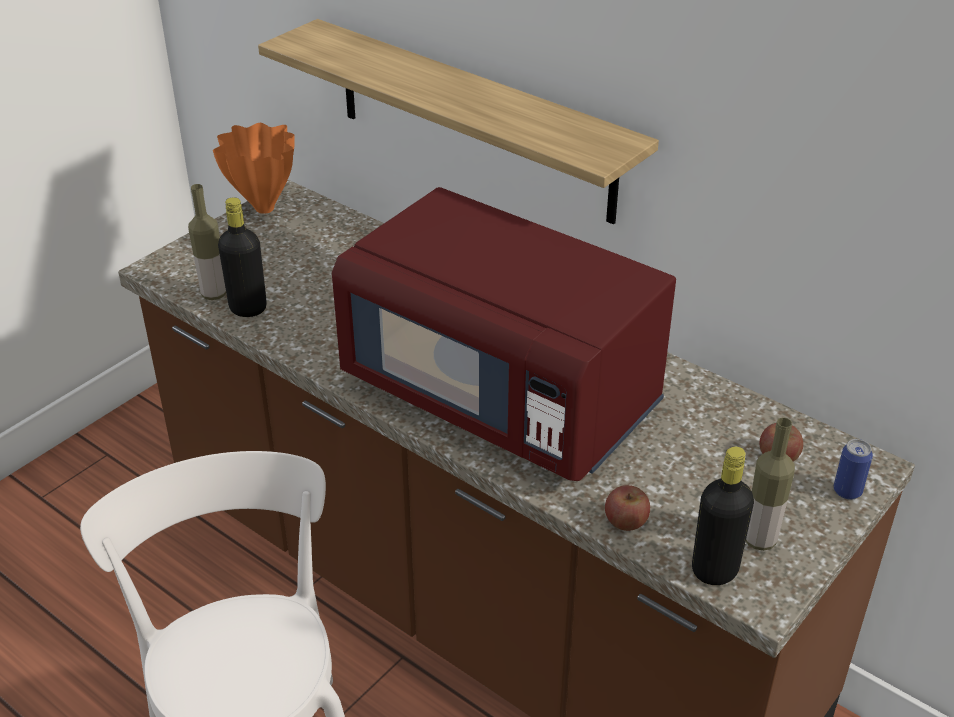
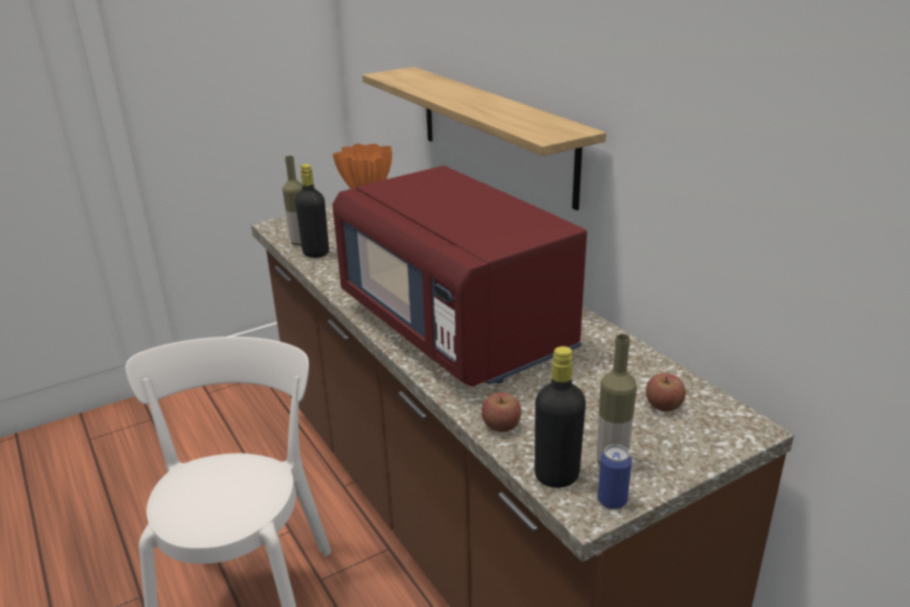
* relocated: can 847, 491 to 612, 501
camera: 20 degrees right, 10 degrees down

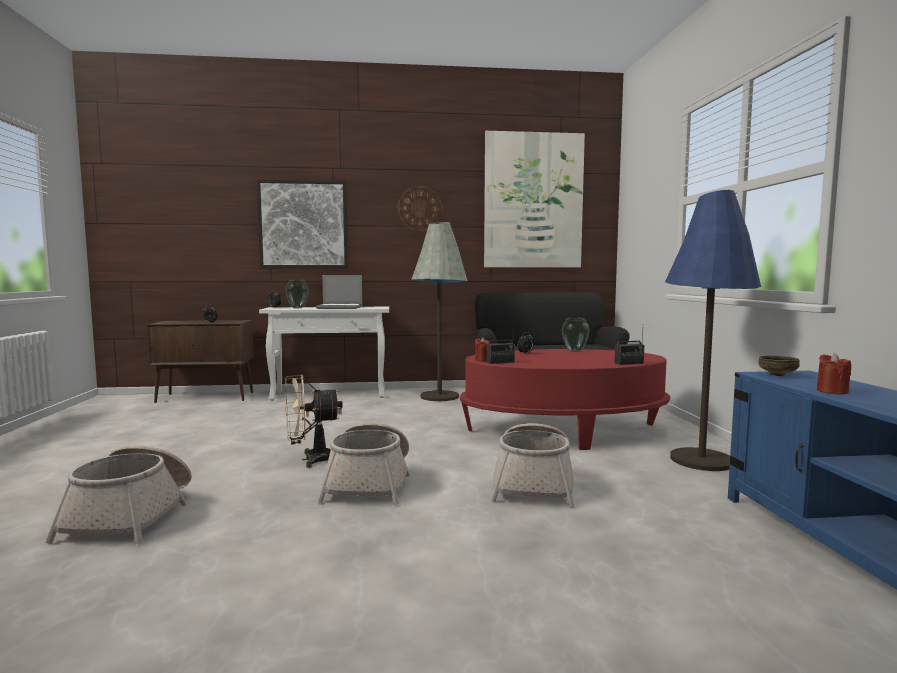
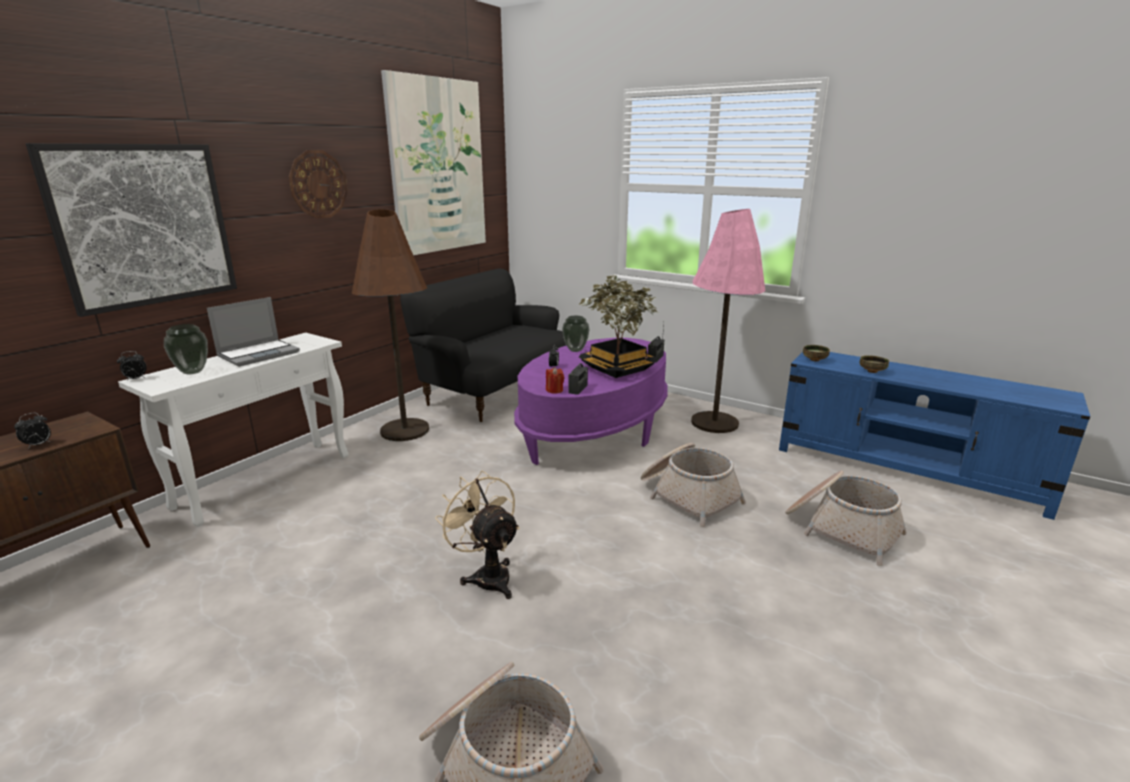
* appeared: potted_plant 617, 369
* relocated: household_basket 369, 483 to 841, 529
* exchanged: reddish_candle 832, 391 to bowl 872, 371
* colour: greyish_standard_lamp 439, 396 to brown-coloured_standard_lamp 404, 430
* colour: reddish_coffee_table 563, 430 to purplish_coffee_table 594, 430
* colour: bluish_standard_lamp 701, 460 to pinkish_standard_lamp 714, 423
* spun: beige-coloured_cooling_fan 311, 459 = 487, 575 120 degrees clockwise
camera: 50 degrees left, 15 degrees up

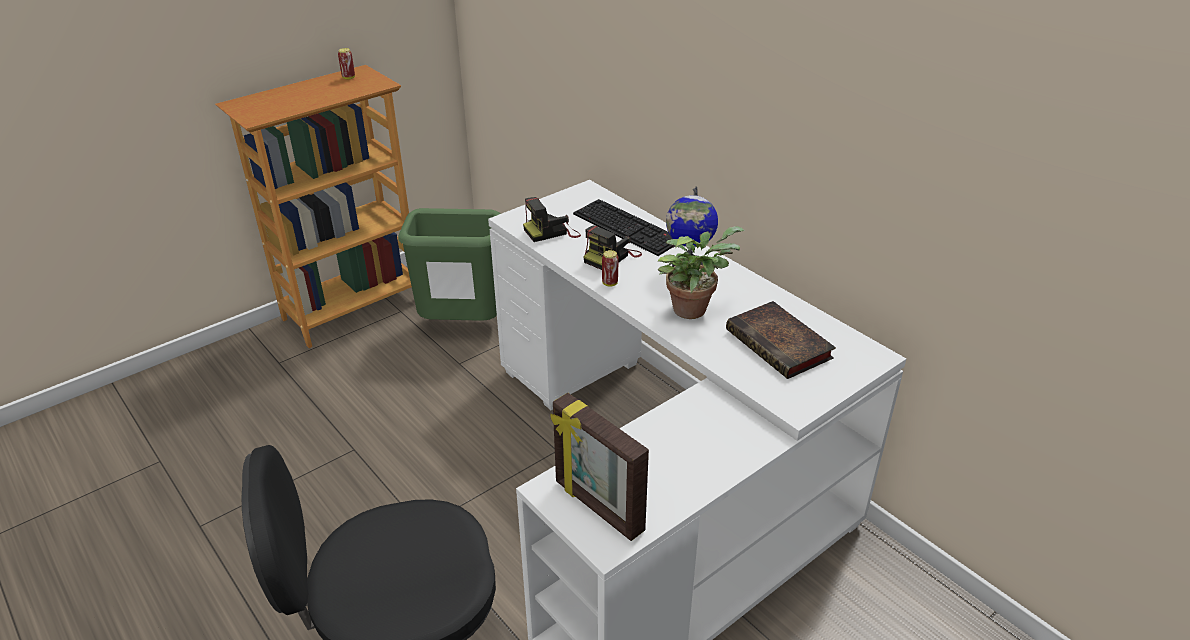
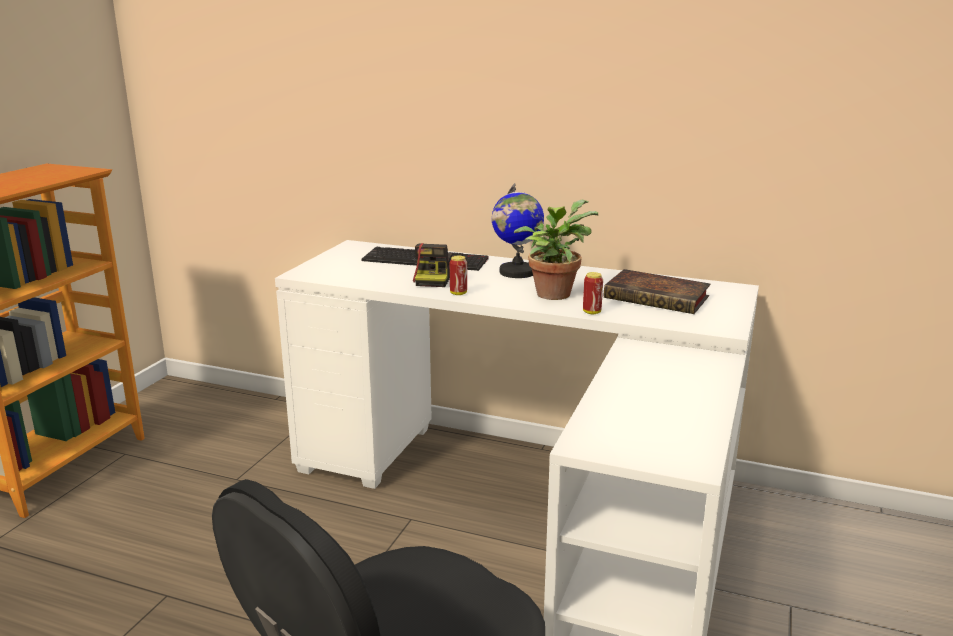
* missing: green_waste_bin 462, 327
* missing: still_camera 552, 232
* missing: picture_frame 597, 507
* relocated: can 348, 78 to 591, 312
camera: 30 degrees left, 15 degrees down

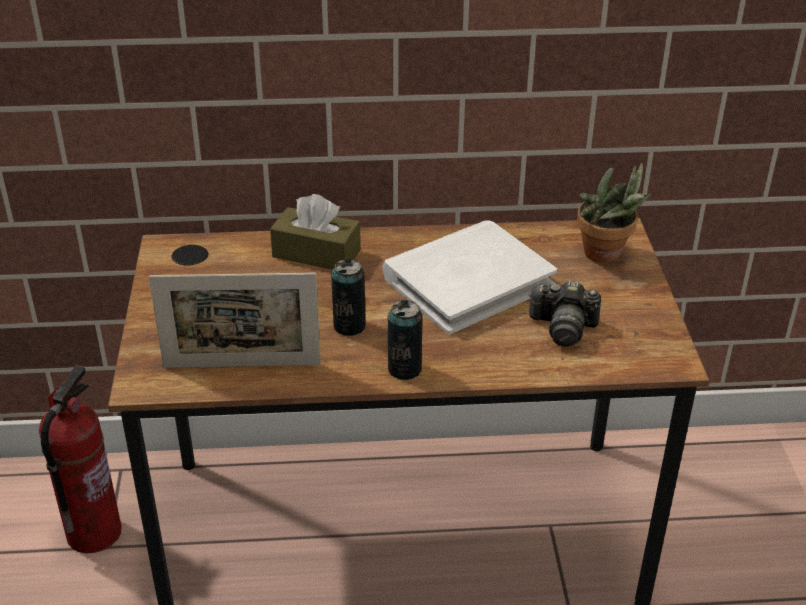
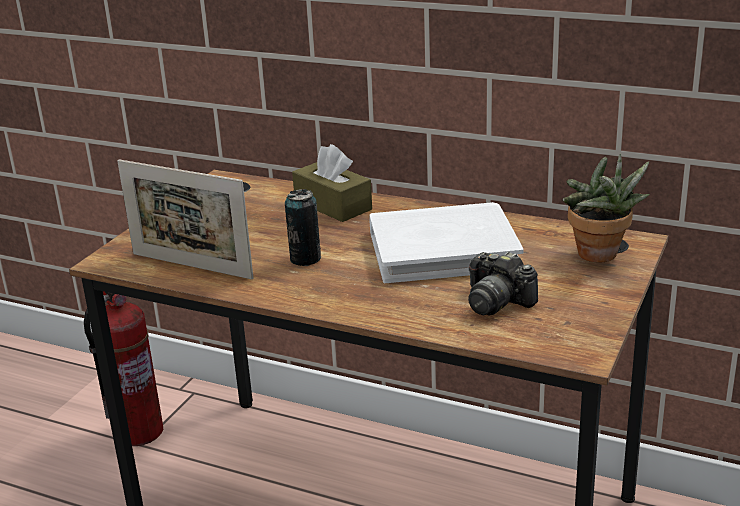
* missing: can 404, 369
camera: 30 degrees right, 10 degrees down

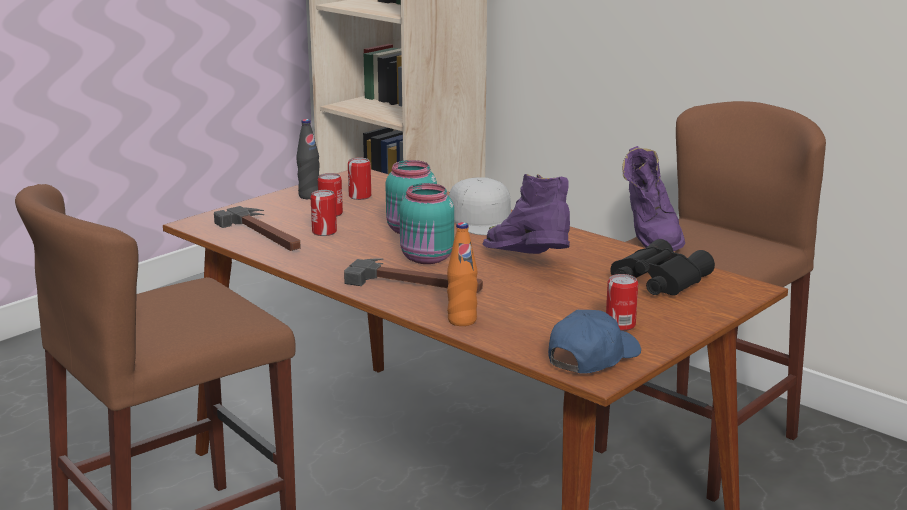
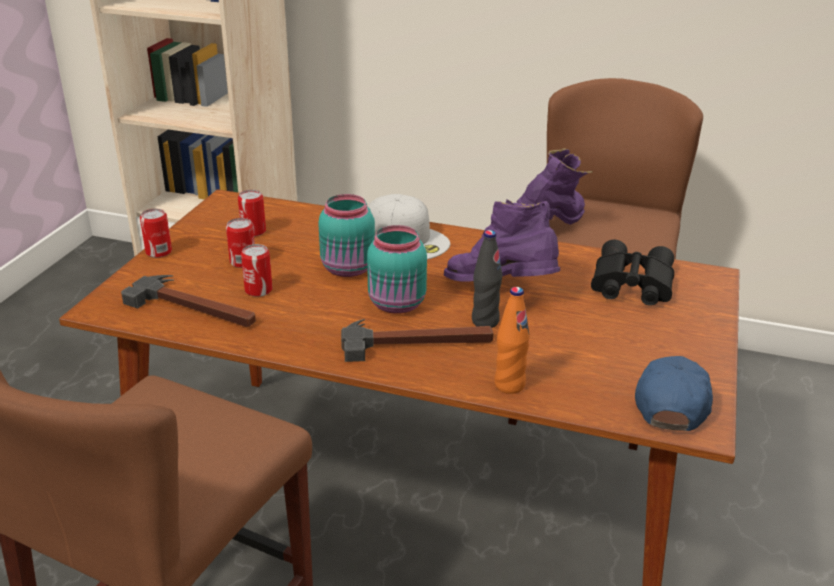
* relocated: black-coloured_bottle 309, 196 to 485, 321
* relocated: can 620, 325 to 158, 252
* spun: purplish_high-top_boot 650, 238 = 553, 226 105 degrees counterclockwise
camera: 25 degrees left, 10 degrees up

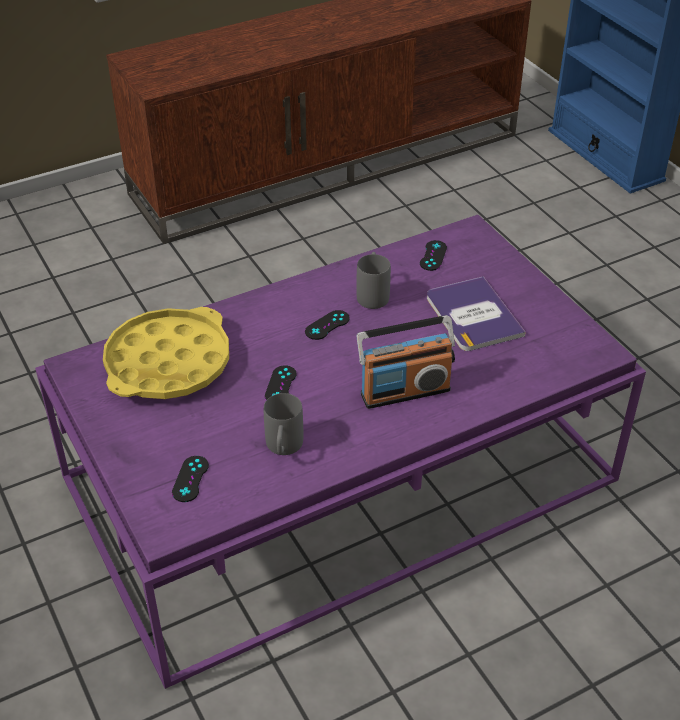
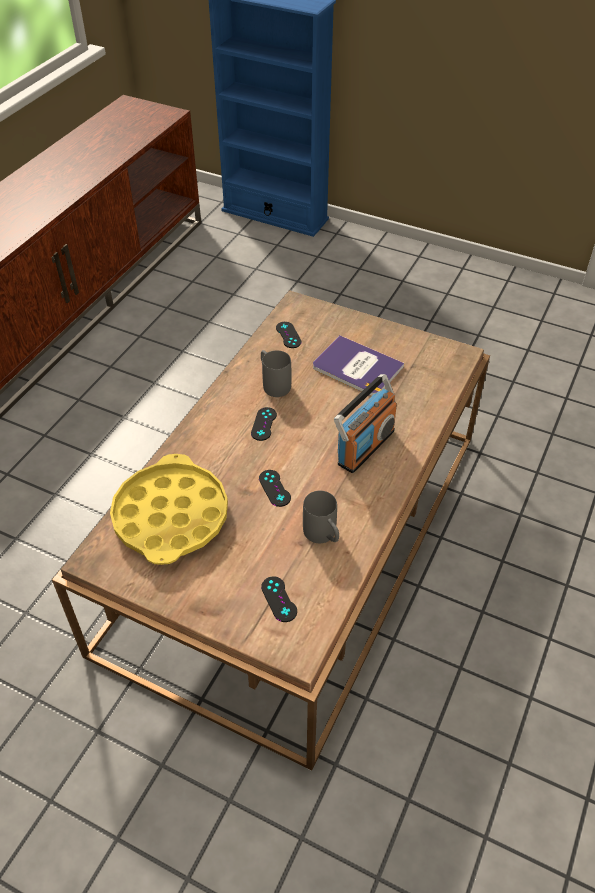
* colour: purplish_coffee_table 341, 478 to brown-coloured_coffee_table 297, 536
camera: 35 degrees left, 5 degrees up

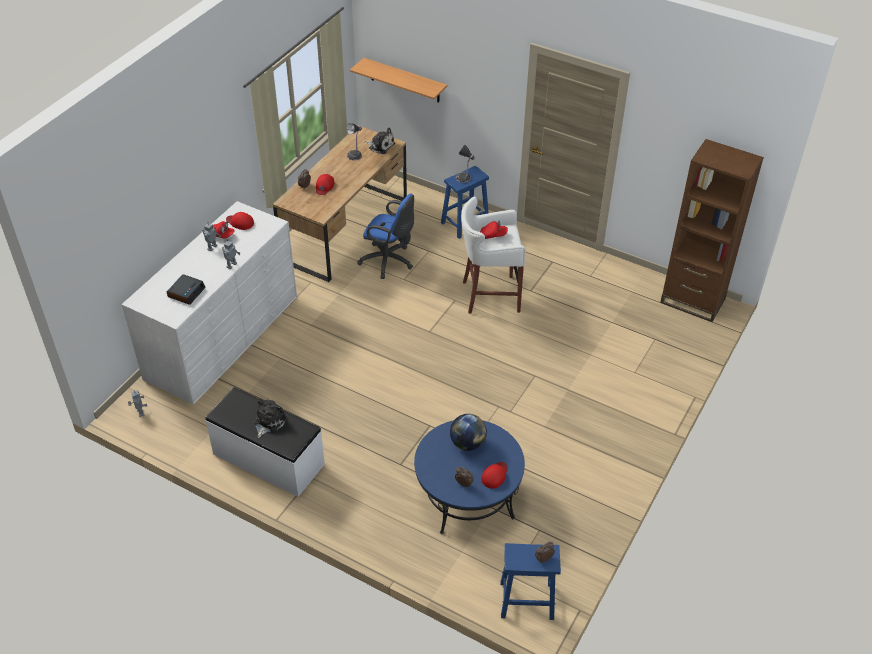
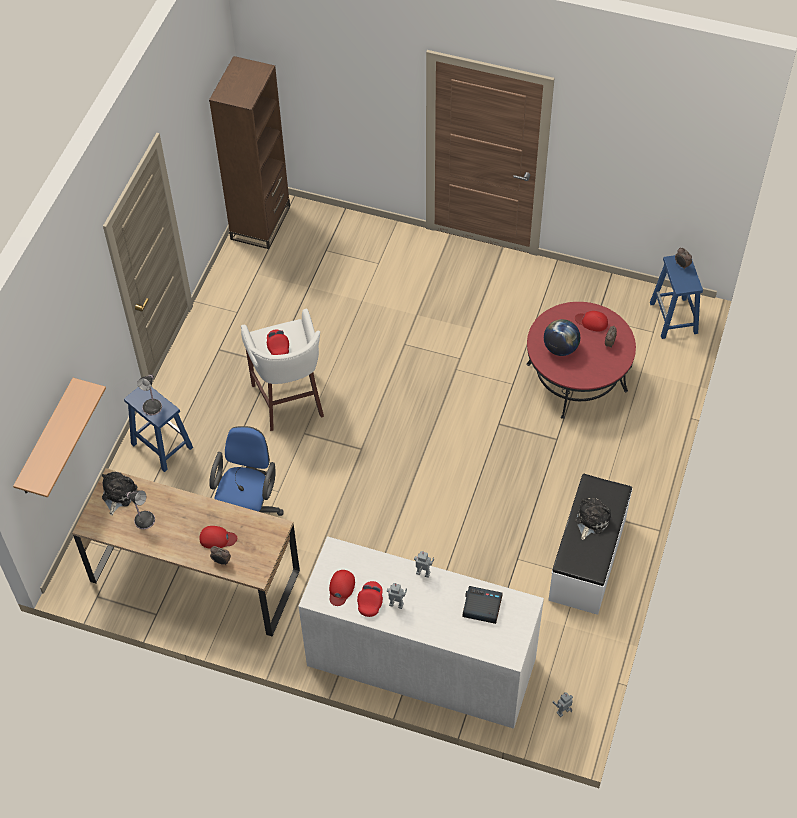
* colour: bluish_coffee_table 467, 495 to reddish_coffee_table 576, 377
* spun: cuddly_toy 269, 422 = 591, 521 105 degrees clockwise
camera: 100 degrees left, 10 degrees up

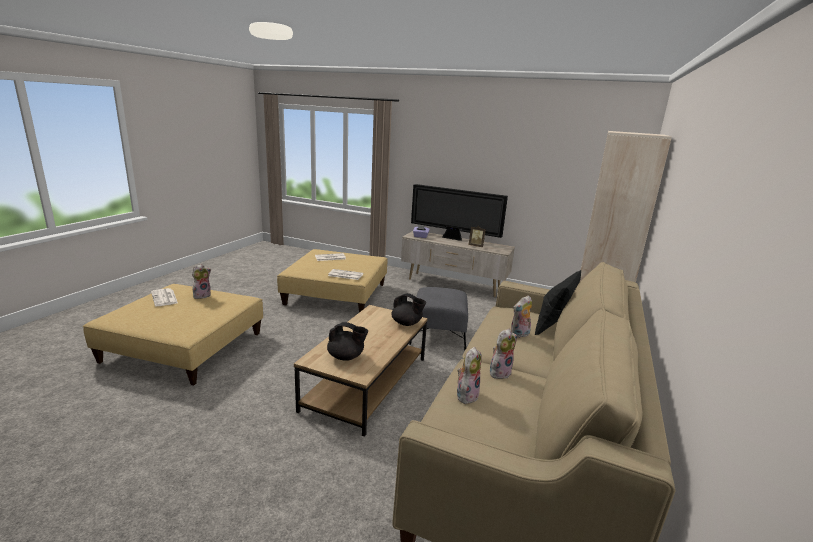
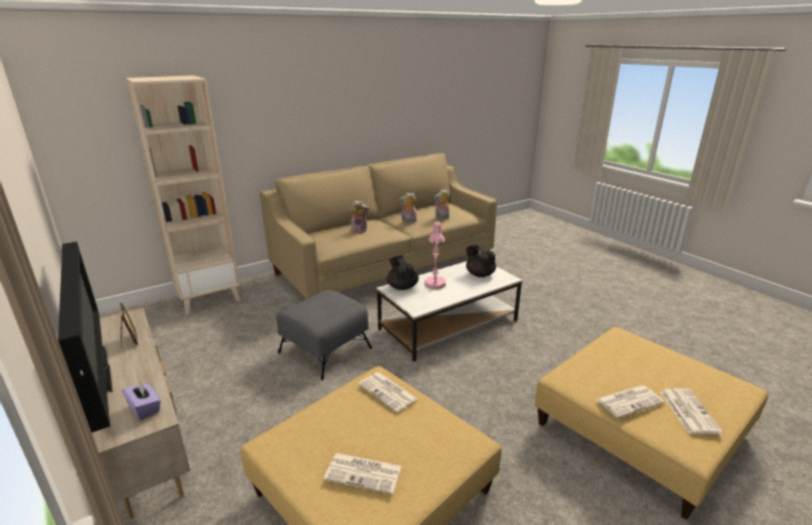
* missing: black-coloured_pillow 553, 327
* appeared: pinkish_table_lamp 435, 282
* exchanged: cuddly_toy 202, 295 to daily_paper 629, 401
* colour: brown-coloured_coffee_table 367, 383 to white_coffee_table 448, 324
camera: 145 degrees left, 5 degrees up

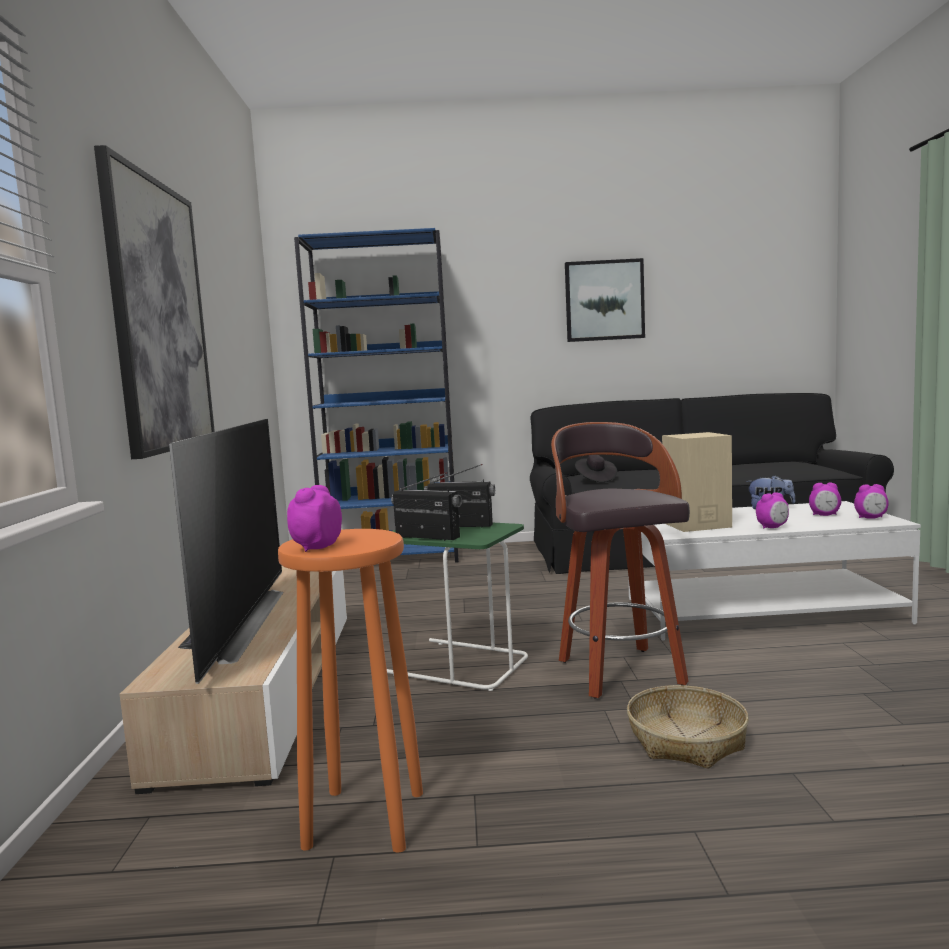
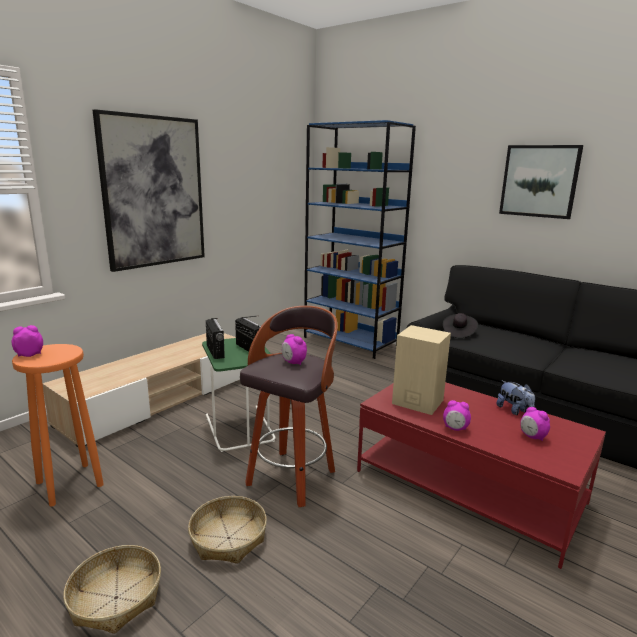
* missing: TV 235, 624
* appeared: household_basket 115, 598
* relocated: table_clock 871, 518 to 293, 363
* colour: white_coffee_table 761, 610 to reddish_coffee_table 468, 487
camera: 40 degrees right, 10 degrees up

